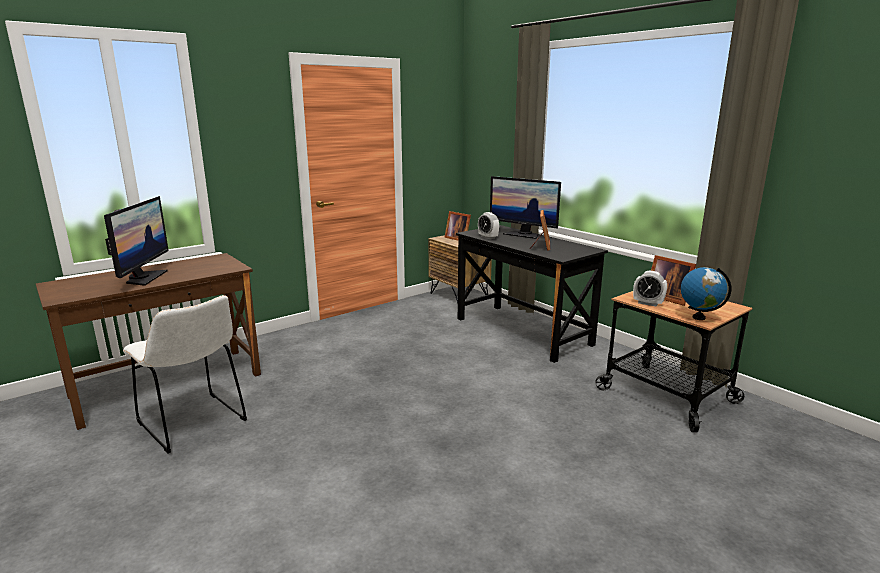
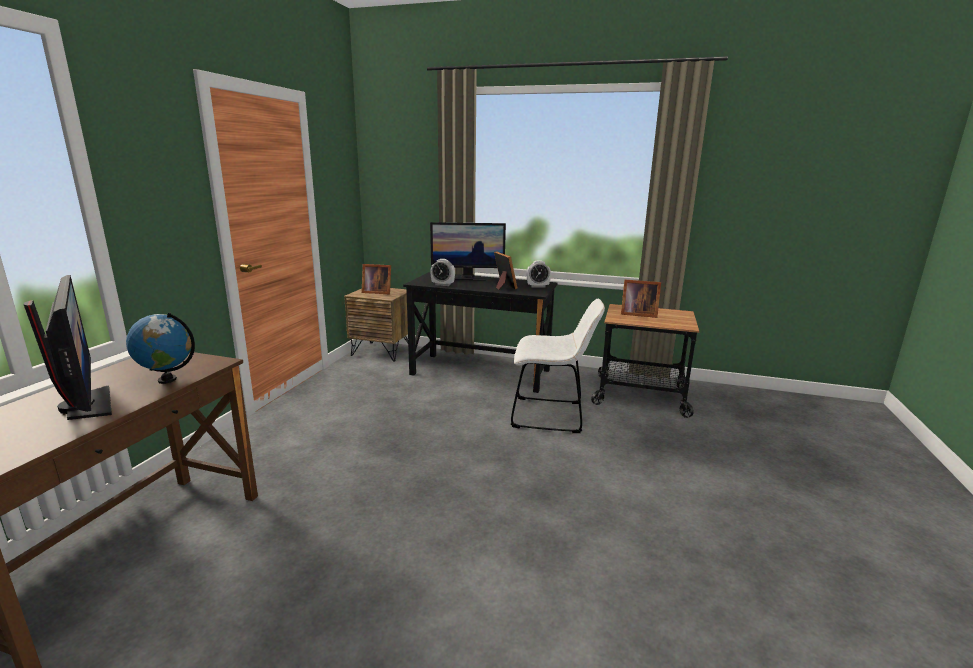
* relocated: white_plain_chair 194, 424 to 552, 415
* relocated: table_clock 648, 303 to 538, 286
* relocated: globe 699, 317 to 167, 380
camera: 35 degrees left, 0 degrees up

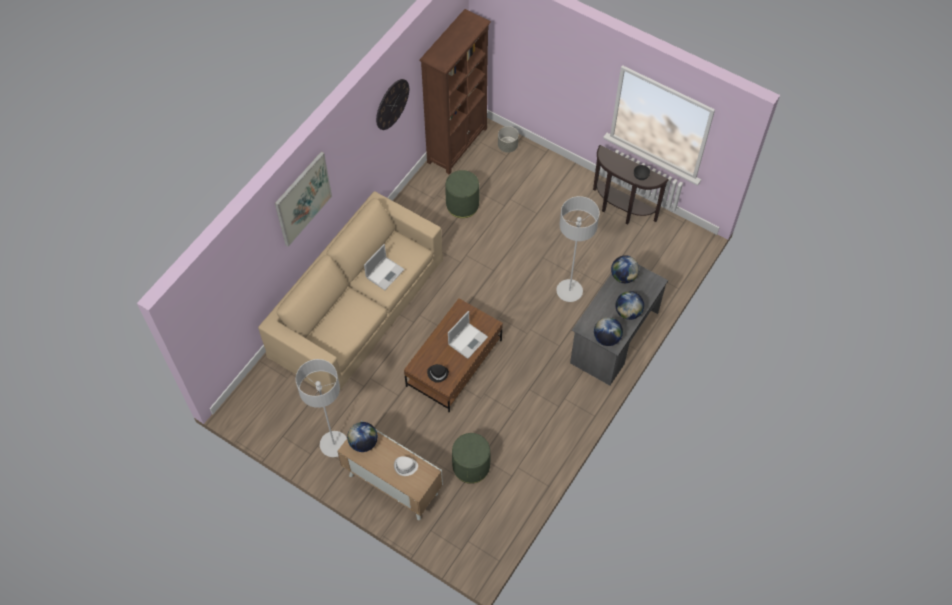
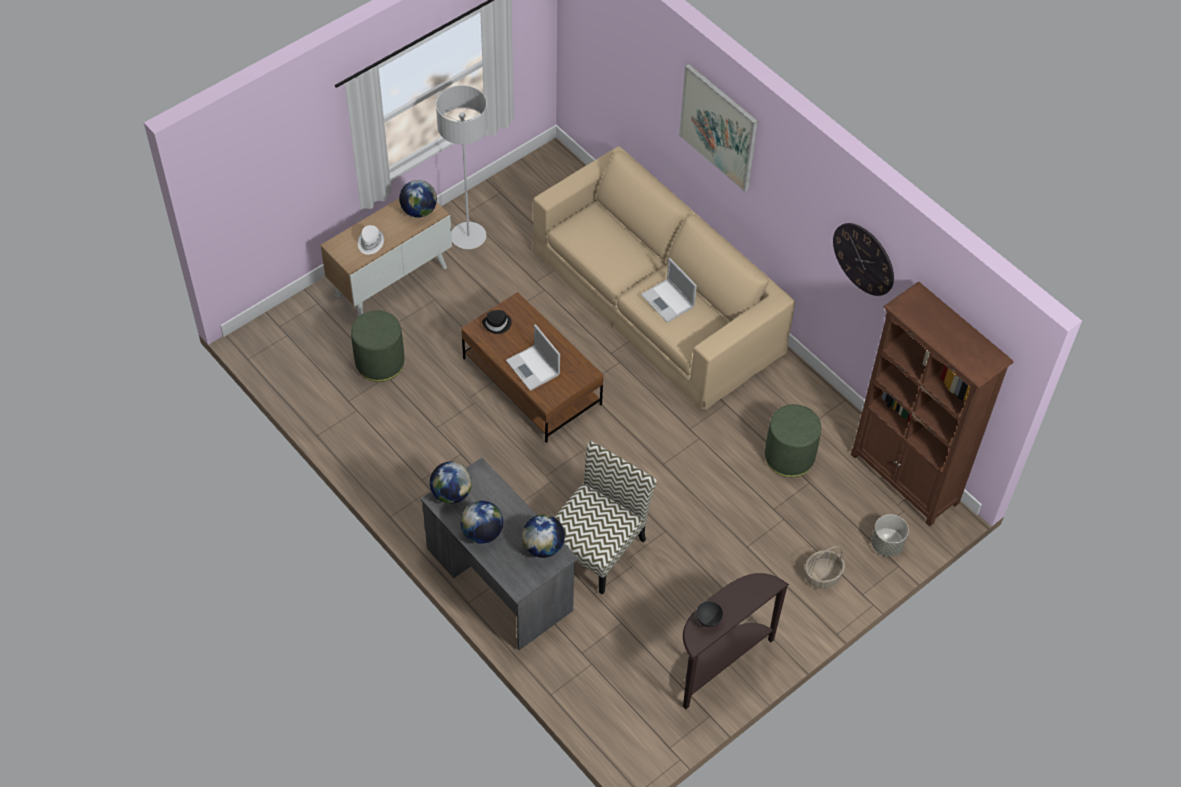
* appeared: household_basket 822, 576
* exchanged: greyish_standard_lamp 569, 291 to plain_chair 596, 547
camera: 105 degrees right, 5 degrees down

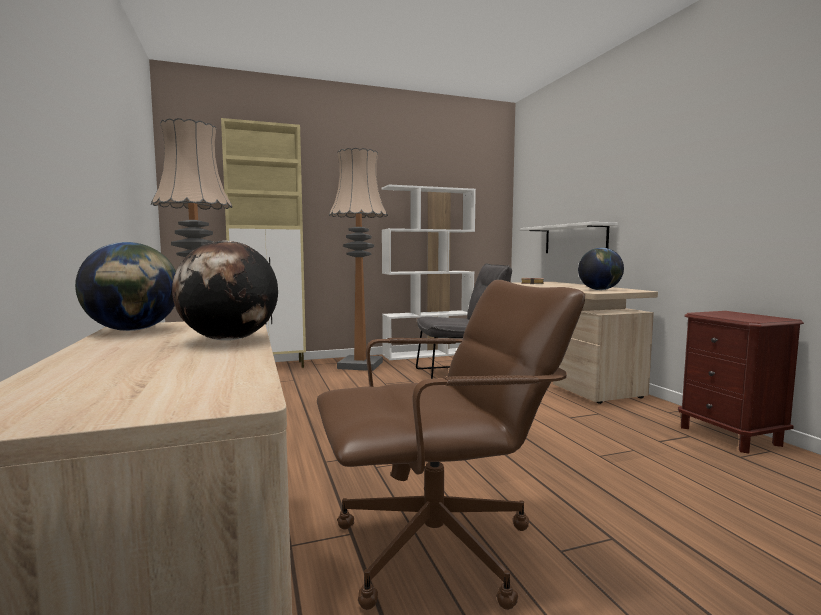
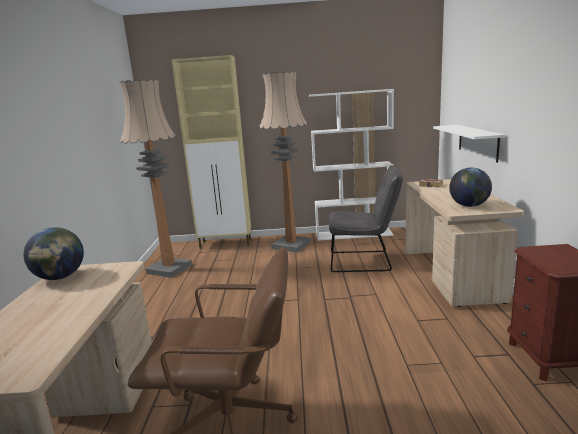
* missing: globe 229, 340
camera: 20 degrees right, 10 degrees up

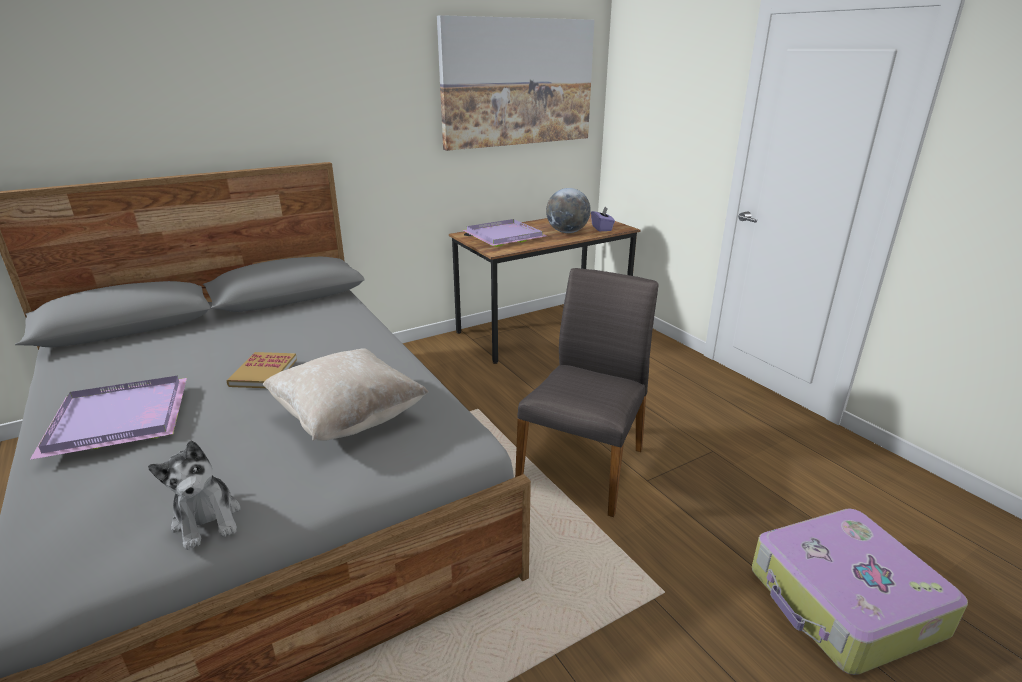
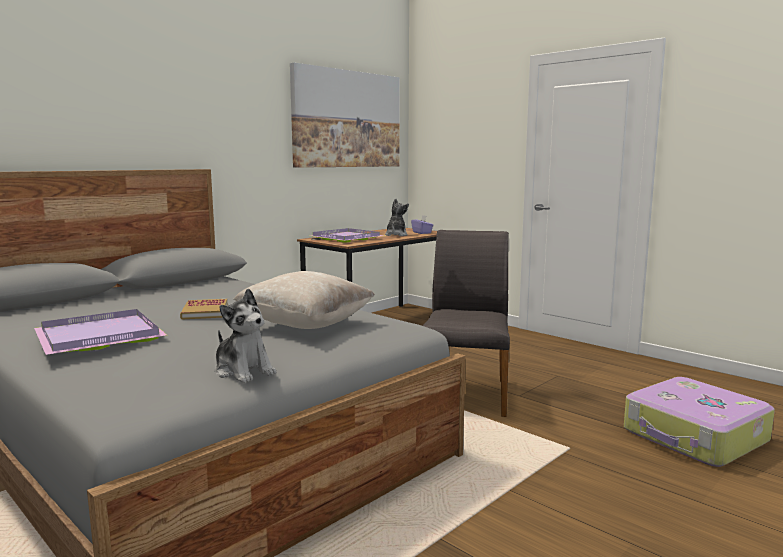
* exchanged: globe 567, 232 to cuddly_toy 396, 235
camera: 15 degrees left, 15 degrees down

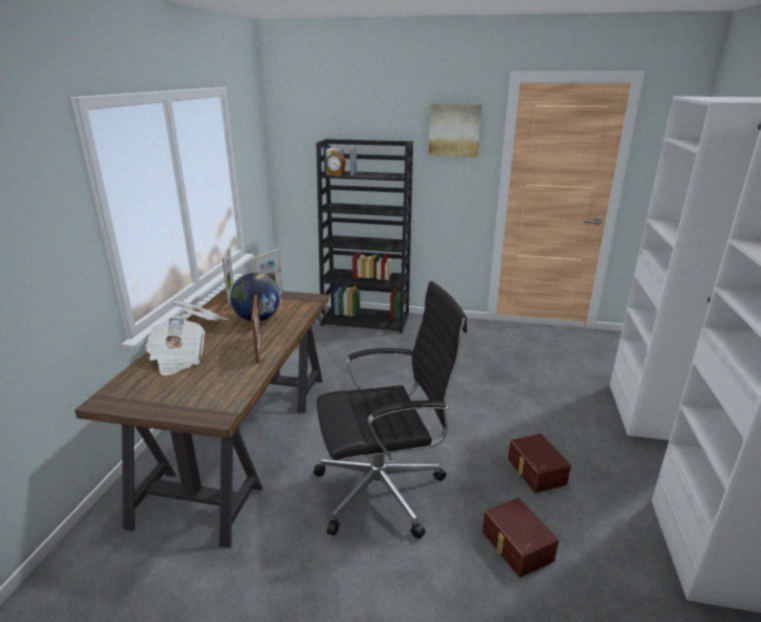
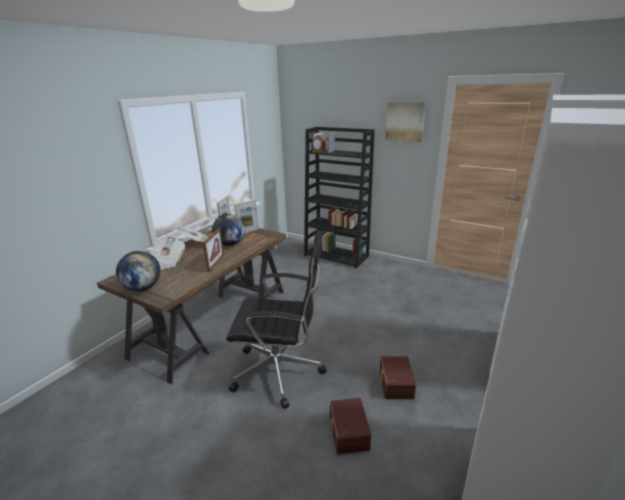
* appeared: globe 143, 288
camera: 20 degrees right, 0 degrees up

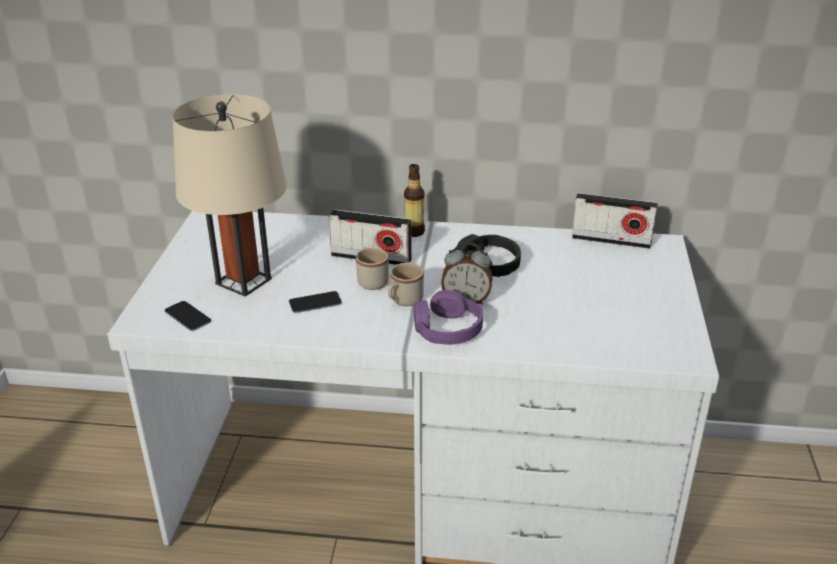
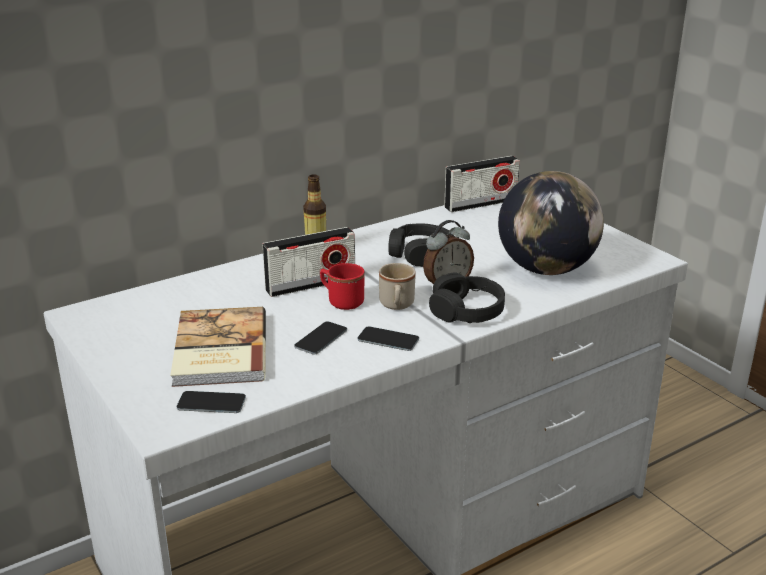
* appeared: telephone 388, 339
* appeared: globe 546, 269
* exchanged: beige-coloured_table_lamp 243, 281 to bound_book 218, 350
* colour: beige-coloured_tea_mug 371, 280 to reddish_tea_mug 341, 301
* colour: purplish_pair_of_headphones 447, 329 to black-coloured_pair_of_headphones 467, 311
camera: 40 degrees left, 5 degrees down

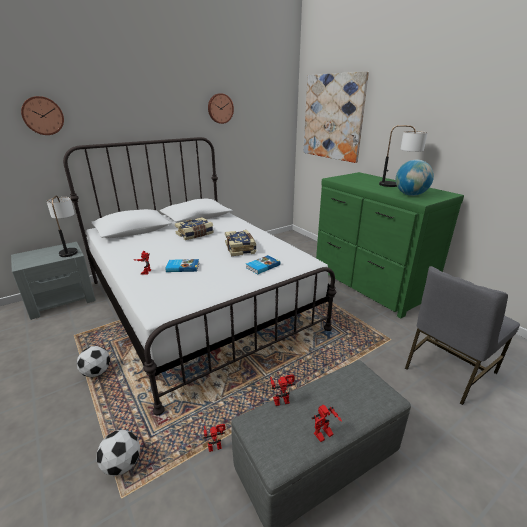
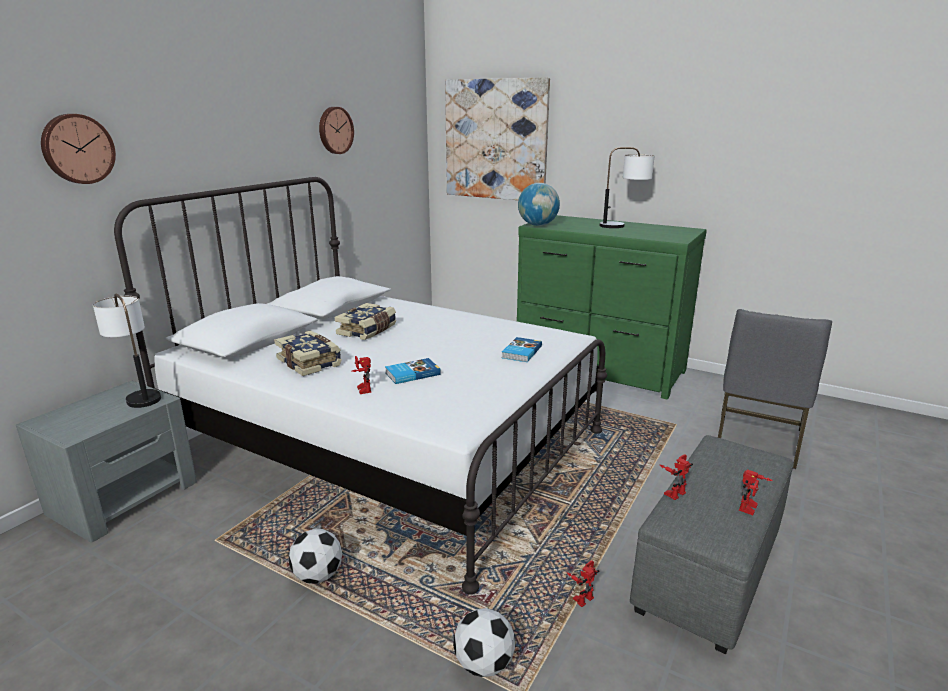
* relocated: bound_book 241, 248 to 310, 362
* relocated: globe 410, 195 to 538, 225
camera: 25 degrees left, 5 degrees down

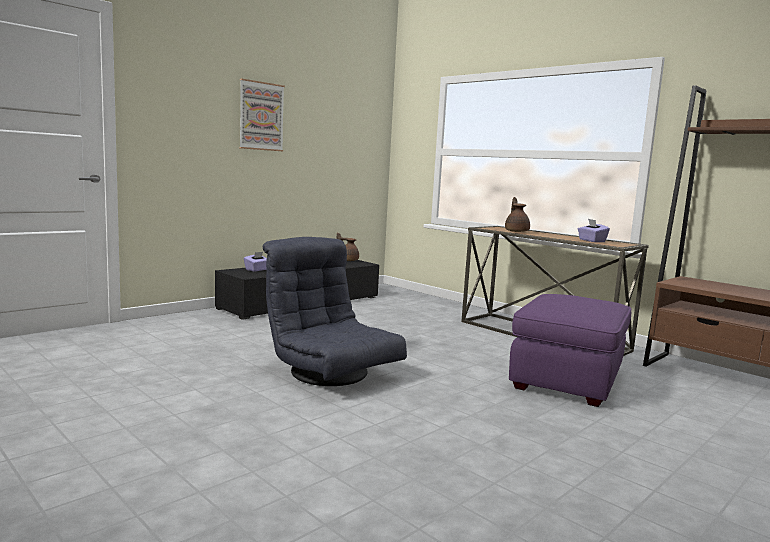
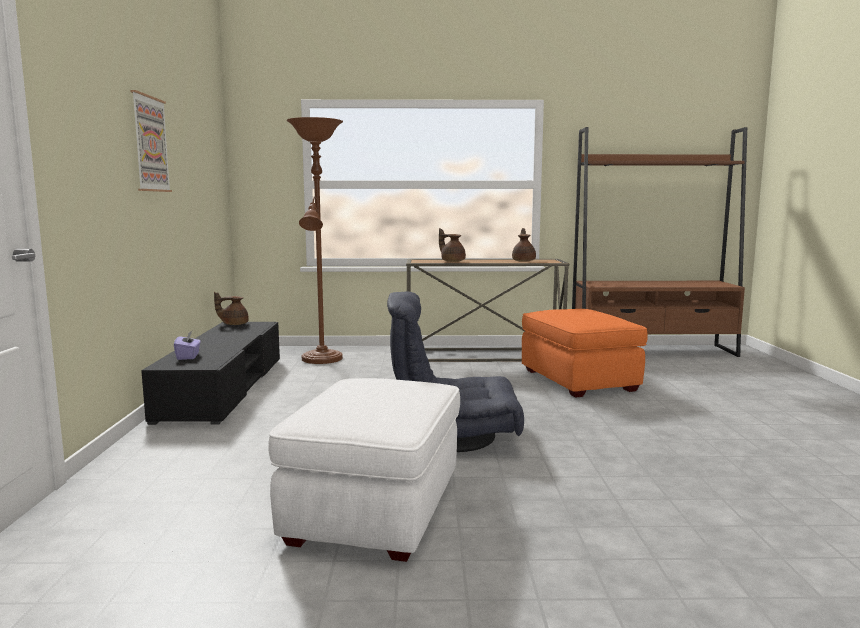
* appeared: white_pouffe 376, 507
* appeared: brown-coloured_standard_lamp 321, 360
* exchanged: purplish_box_of_tissues 591, 241 to brown-coloured_pot_for_tea 524, 261
* colour: purplish_pouffe 567, 379 to orange_pouffe 578, 380
camera: 45 degrees left, 0 degrees up

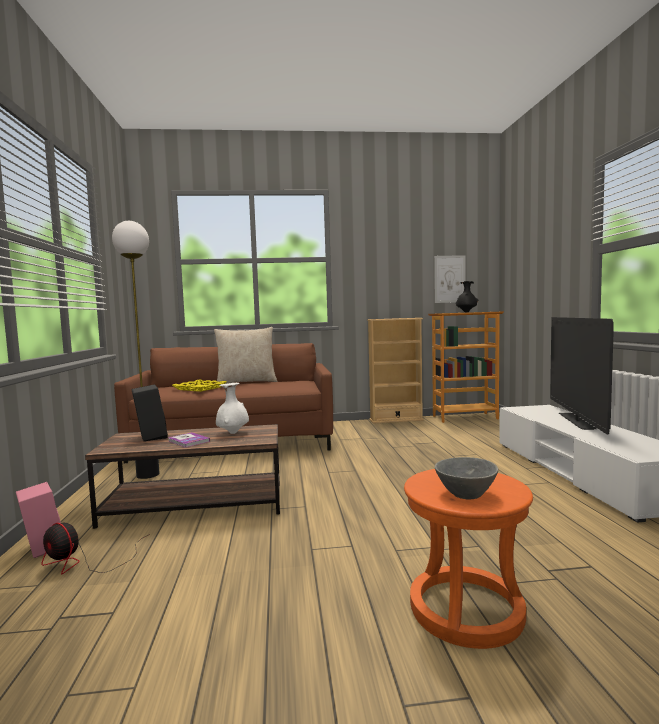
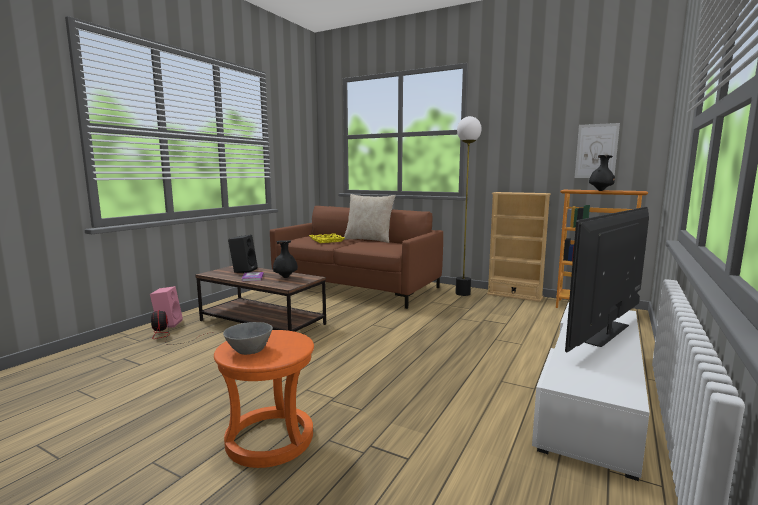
* relocated: standard_lamp 148, 474 to 463, 293
* colour: white_vase 233, 433 to black-coloured_vase 285, 277
camera: 35 degrees right, 5 degrees up

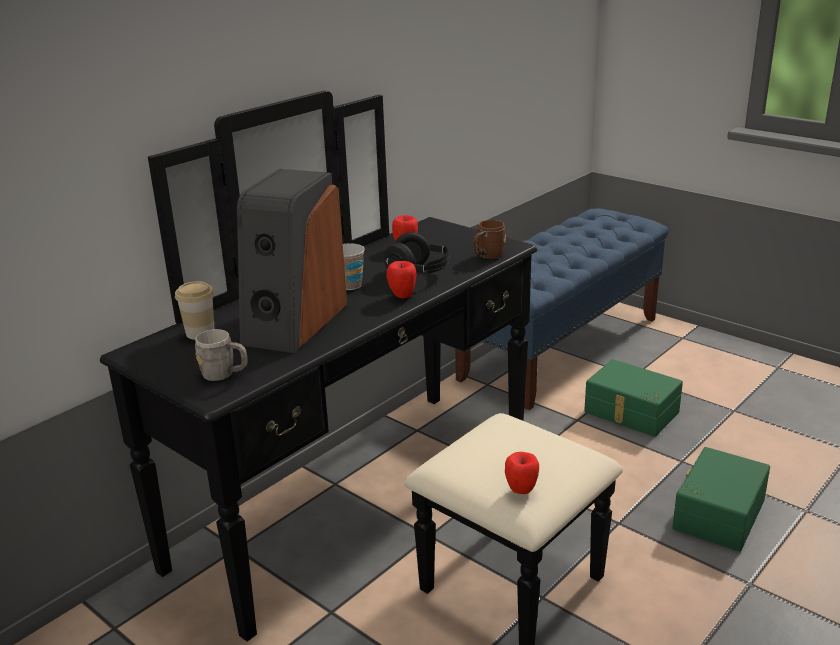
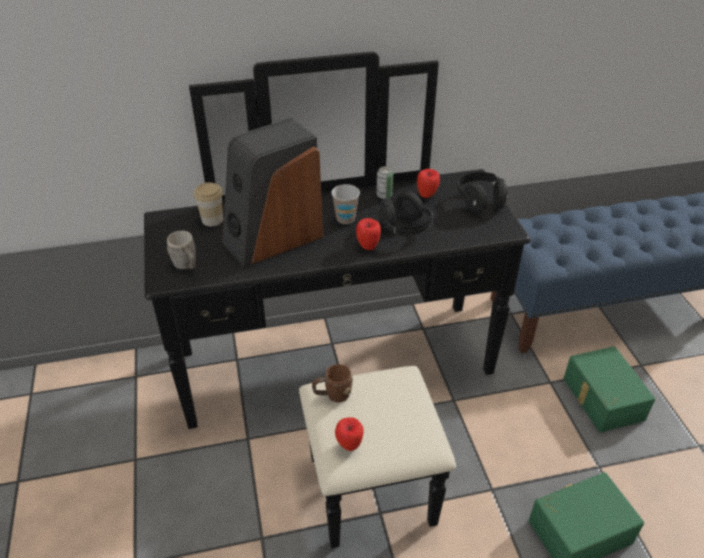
* appeared: can 384, 195
* appeared: black-coloured_pair_of_headphones 481, 201
* relocated: brown-coloured_tea_mug 487, 257 to 333, 395
camera: 35 degrees right, 15 degrees up

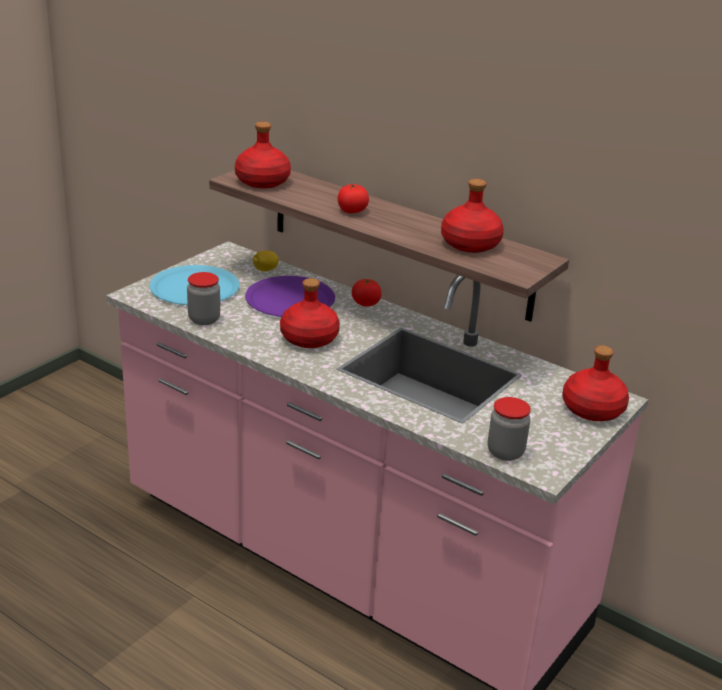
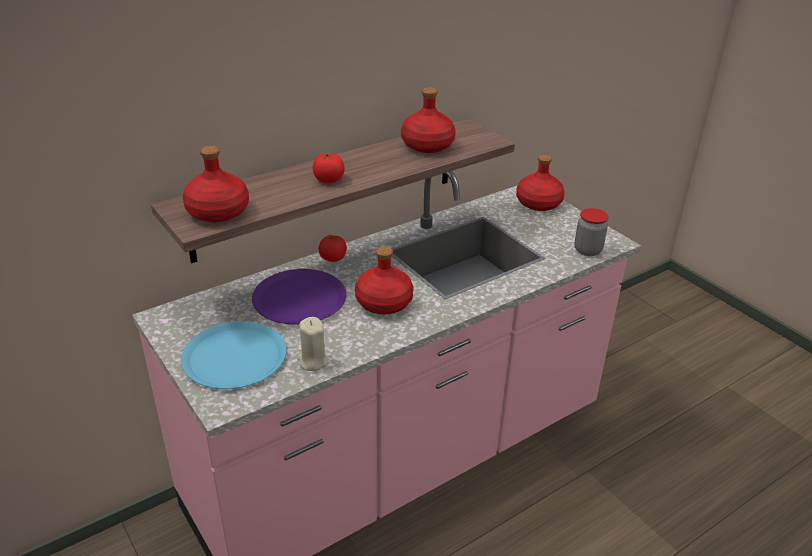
* missing: whole_lemon 265, 270
* exchanged: preserve_jar 204, 319 to beige-coloured_candle 312, 361
camera: 70 degrees left, 5 degrees up

